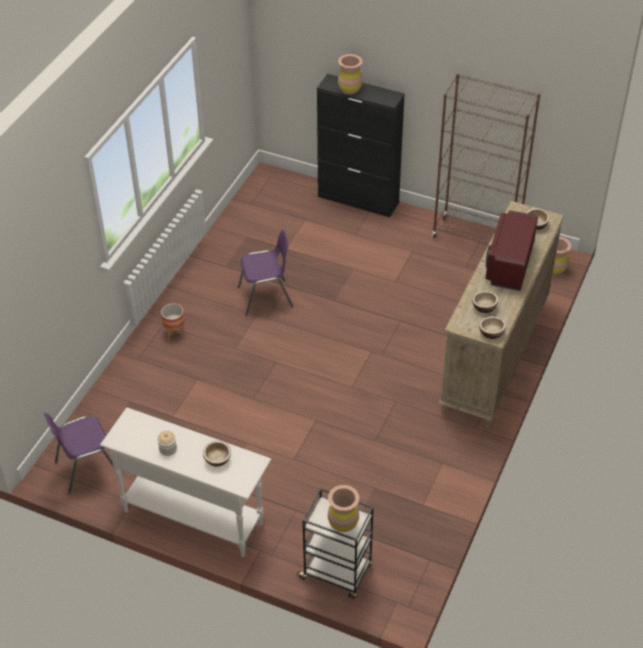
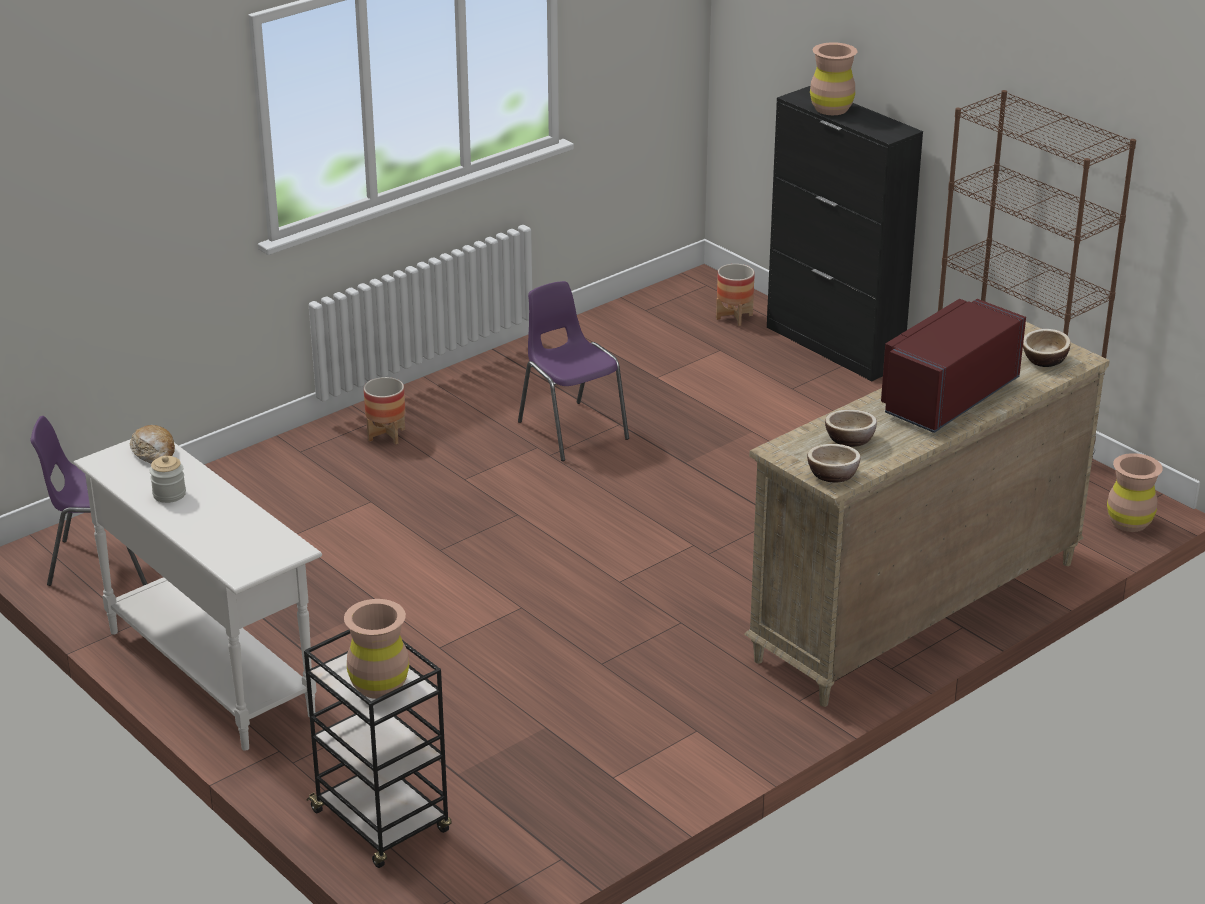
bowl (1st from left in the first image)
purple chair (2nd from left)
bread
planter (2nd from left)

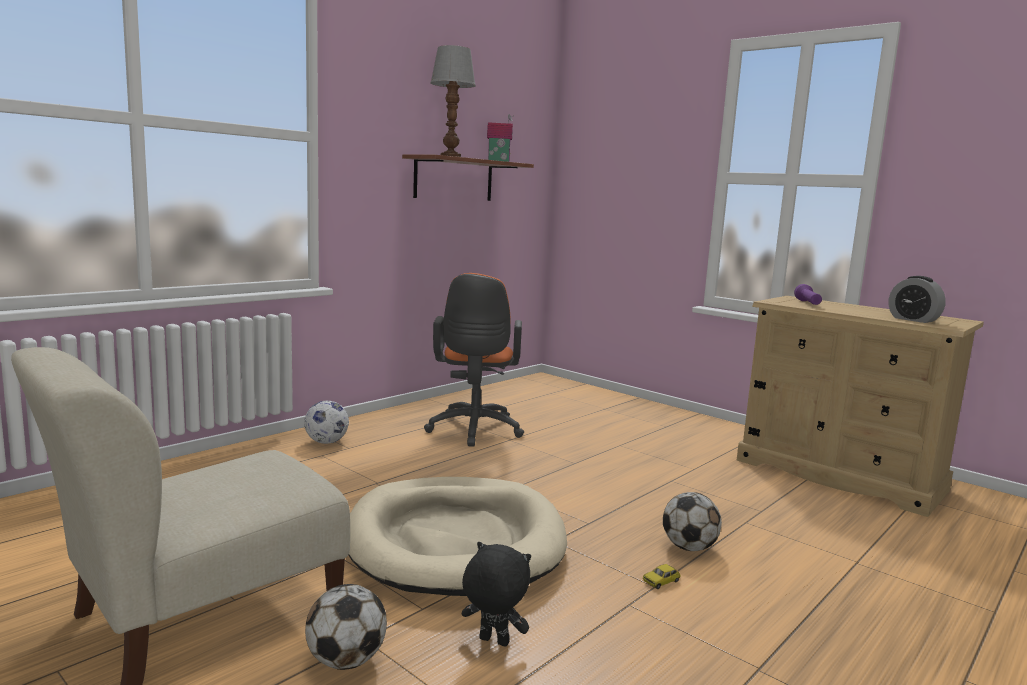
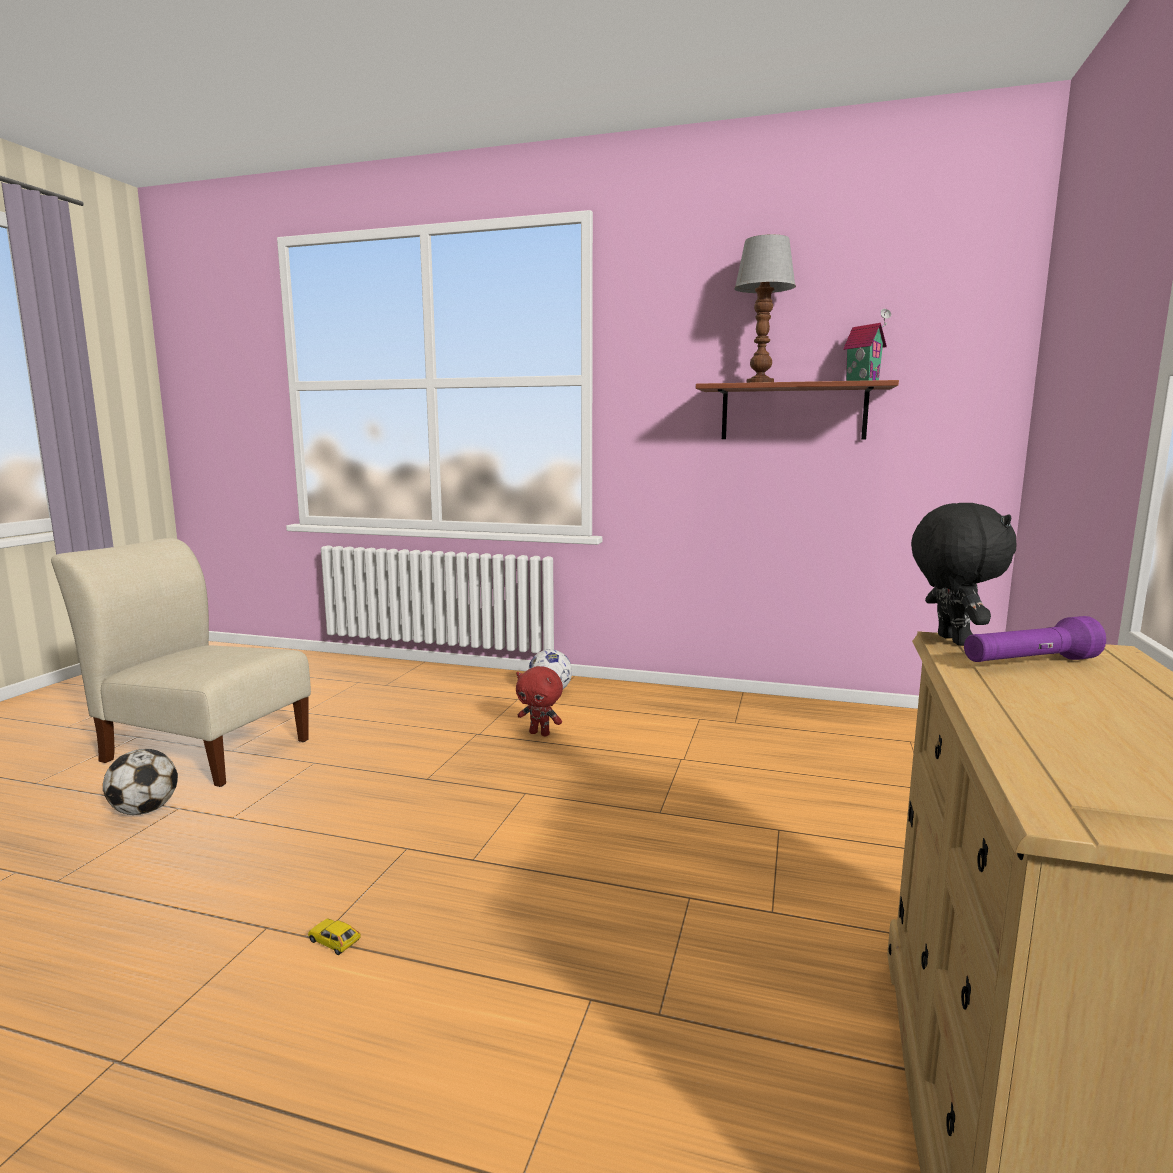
beige dog bed
orange office chair
black plush toy
football (3rd from left in the first image)
alarm clock
red plush toy

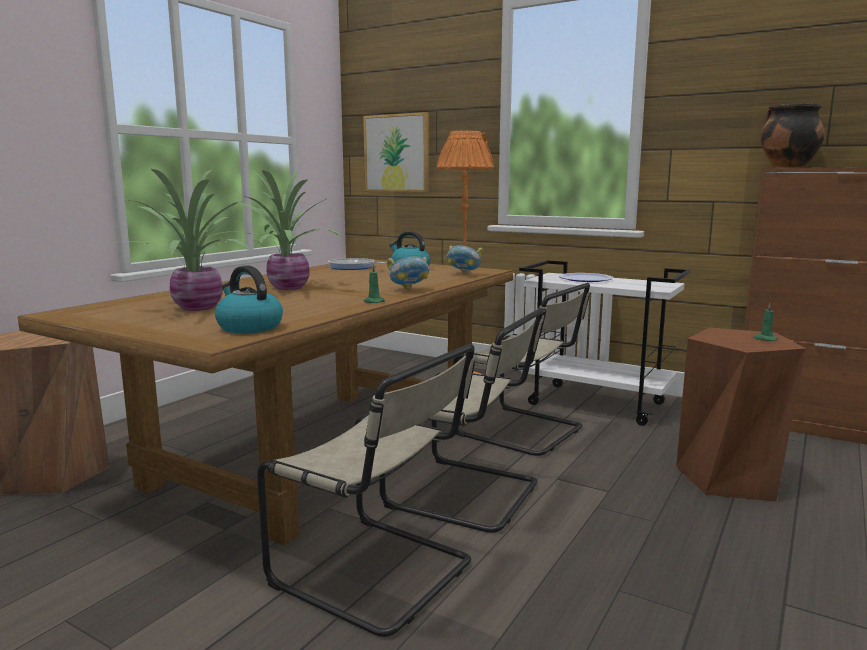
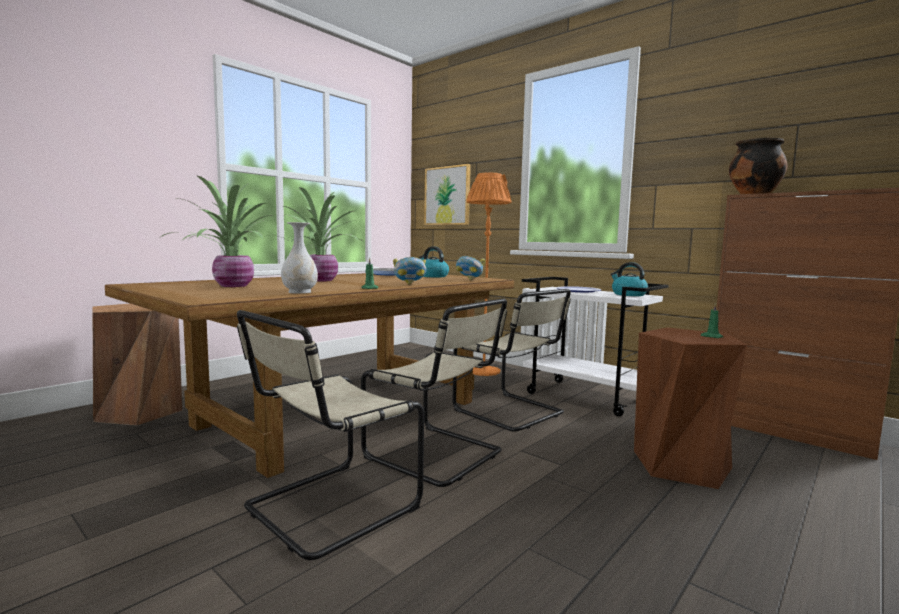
kettle (2nd from left)
beige chair (1st from left)
white vase

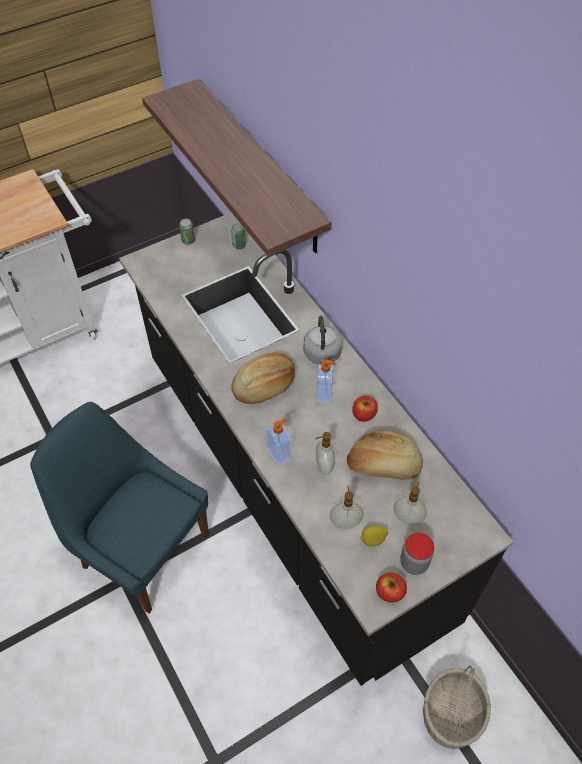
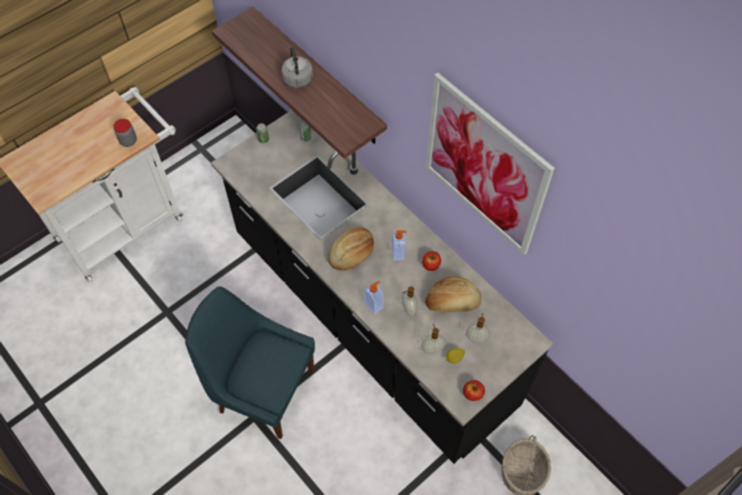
grey kettle
jar
picture

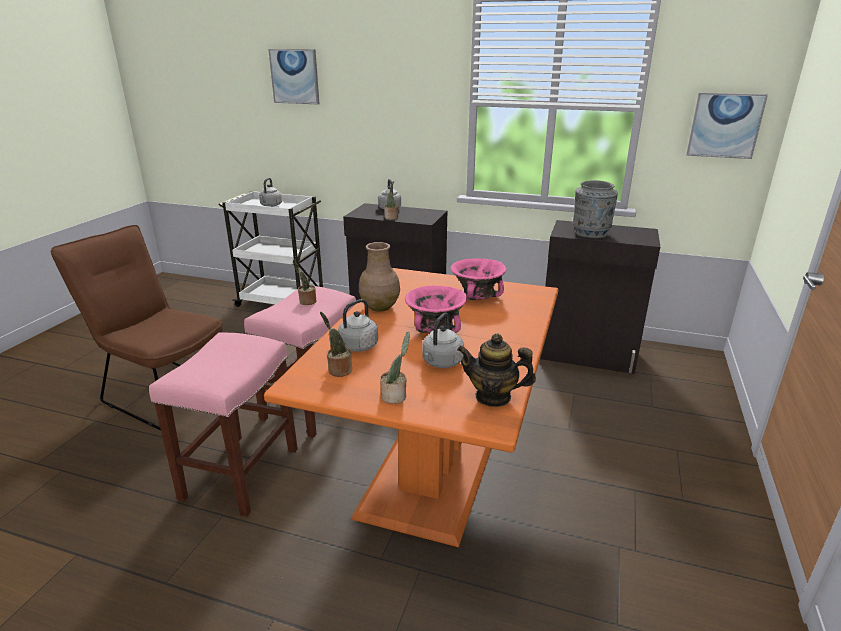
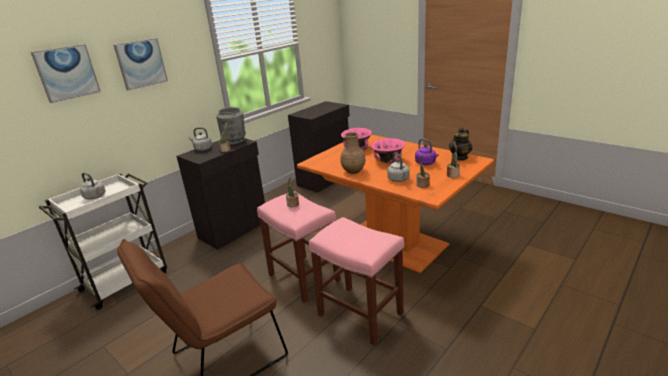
purple kettle
grey vase
picture (2nd from left)

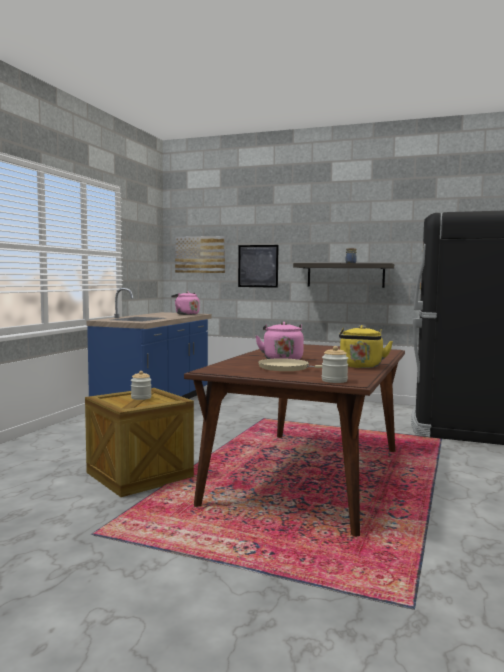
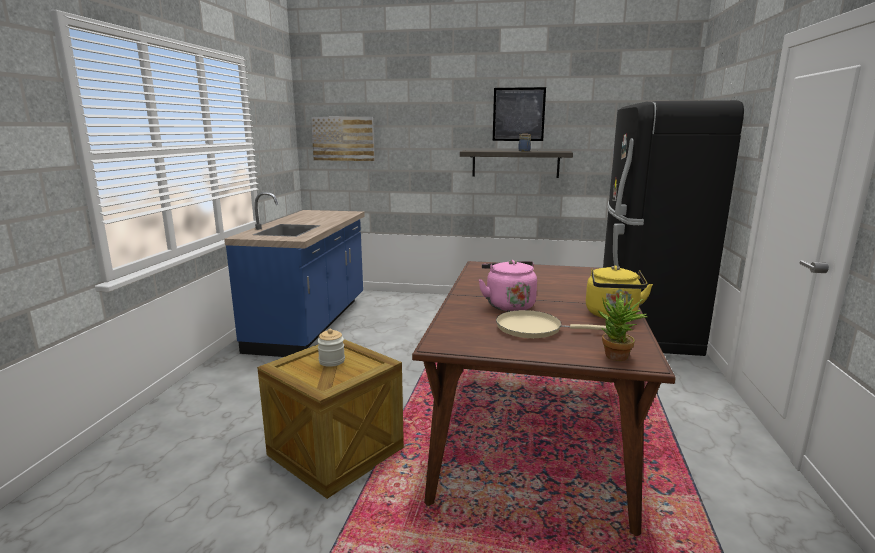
pink kettle (1st from left in the first image)
picture (2nd from left)
potted plant

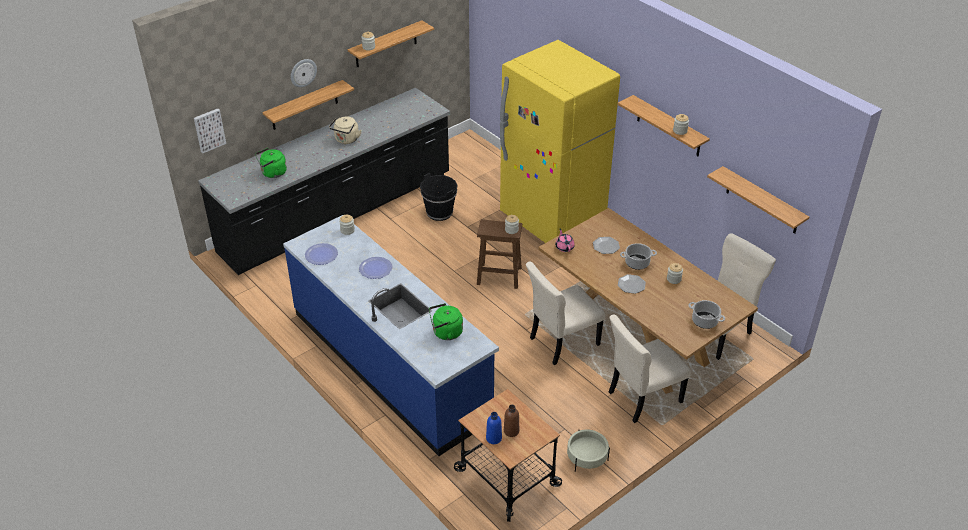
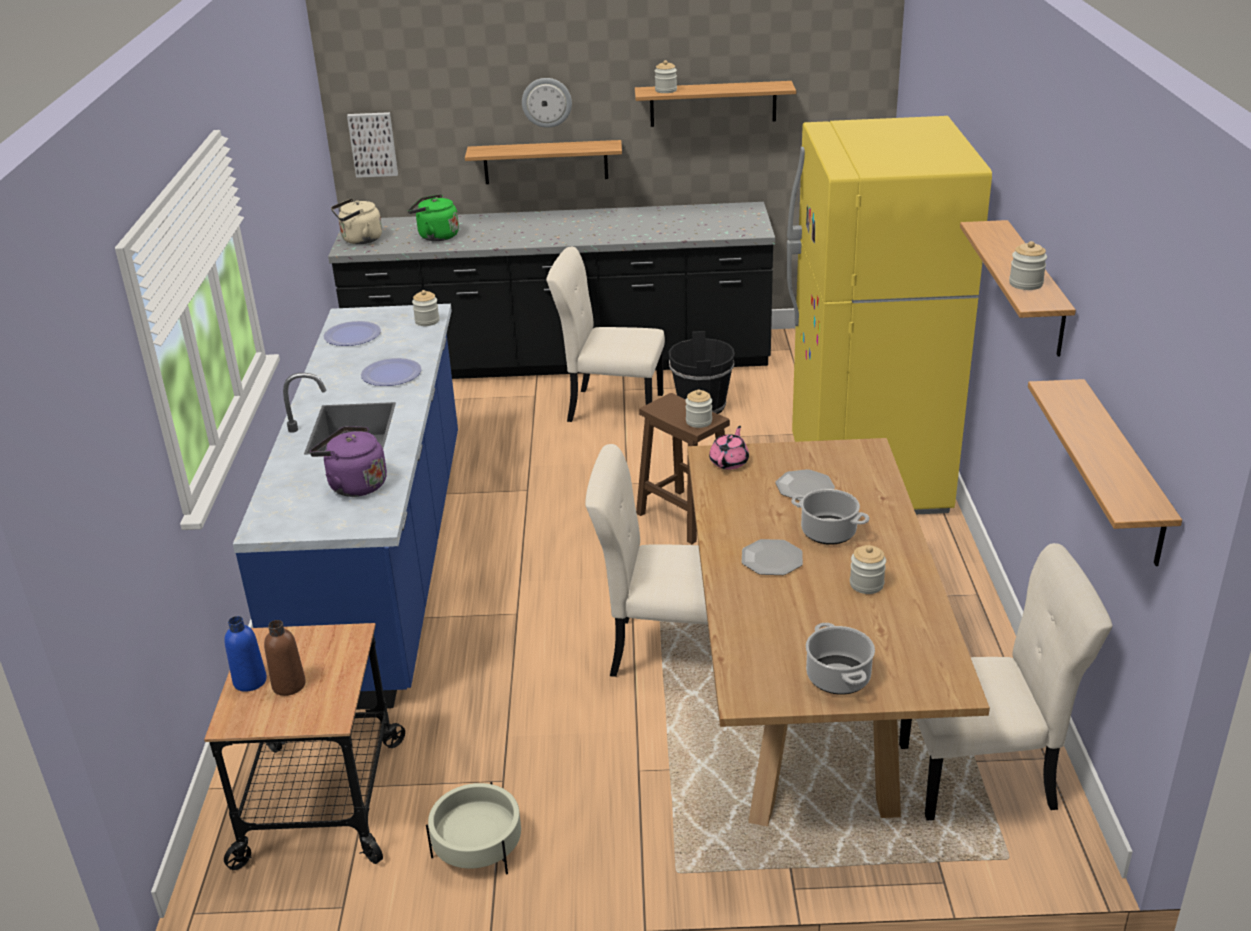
beige kettle
purple kettle
beige chair (1st from left)

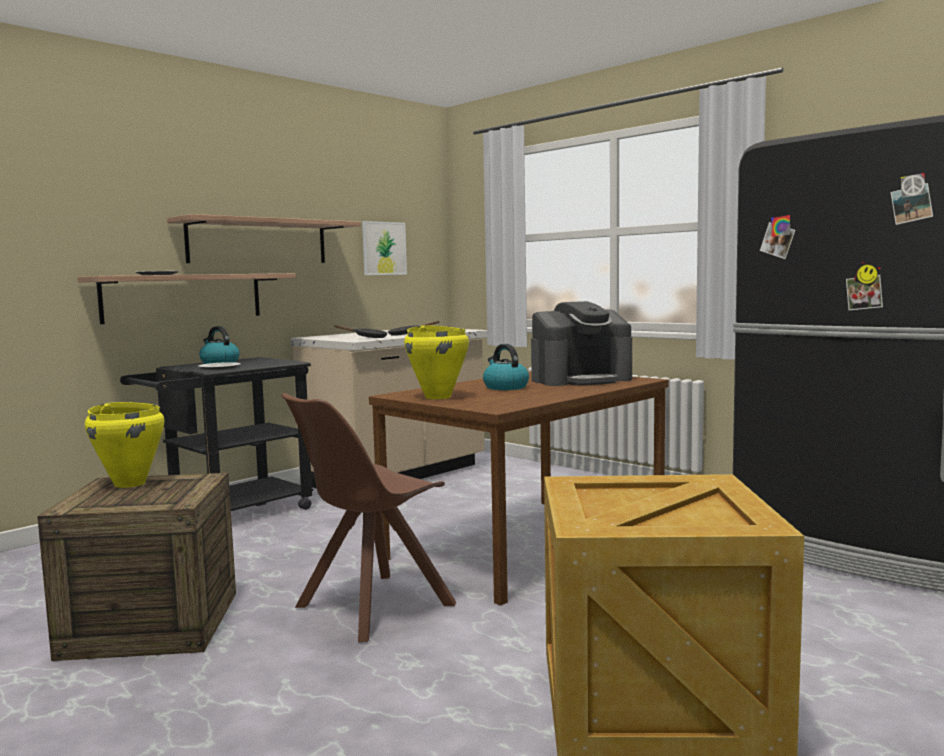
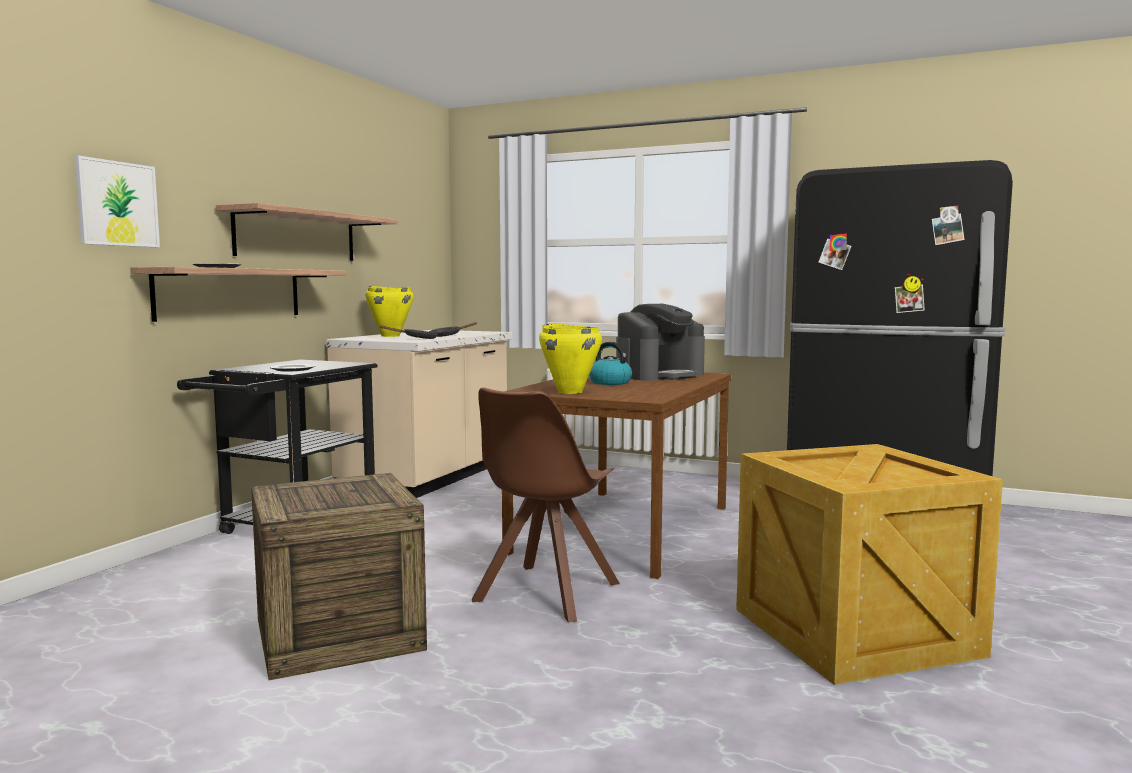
yellow cooking pot (1st from left)
kettle (1st from left in the first image)
picture

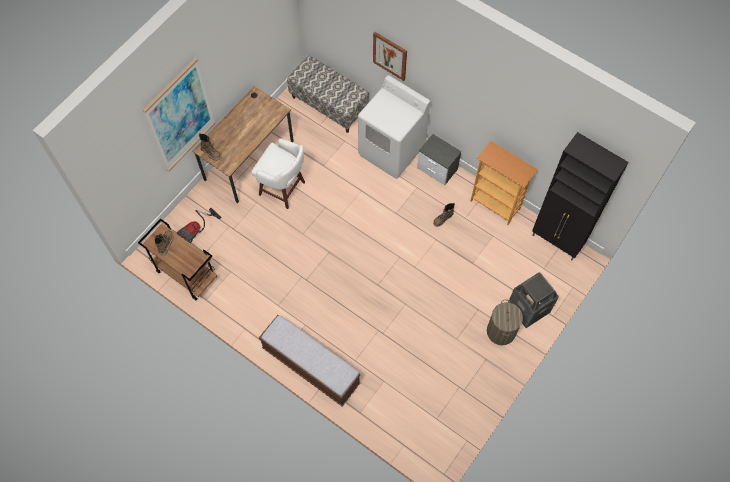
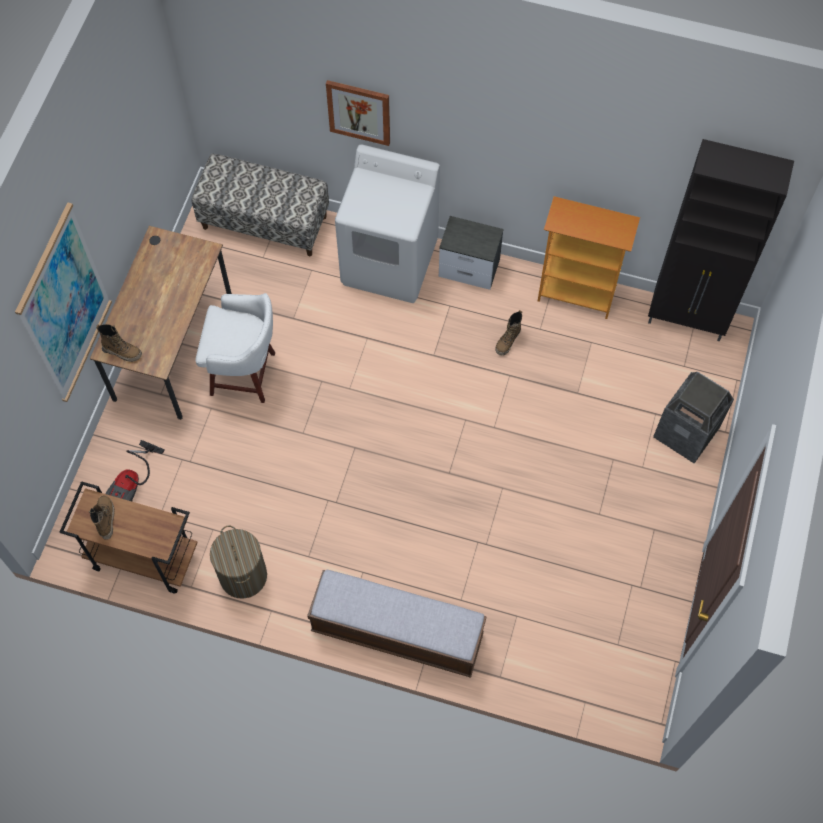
laundry basket

